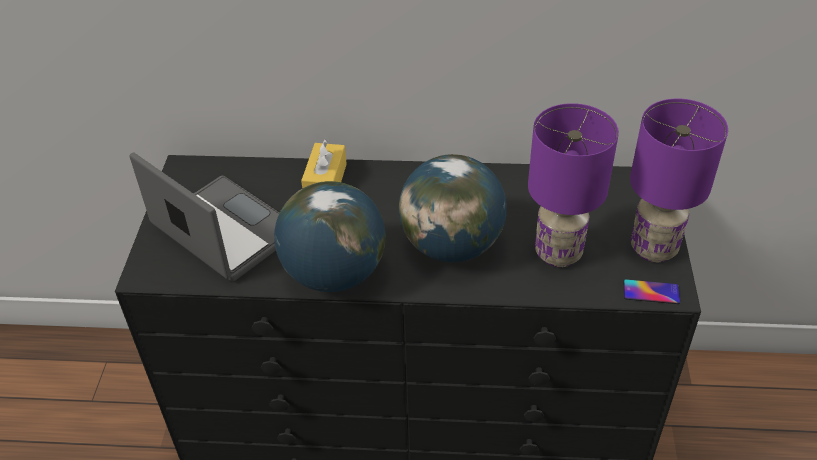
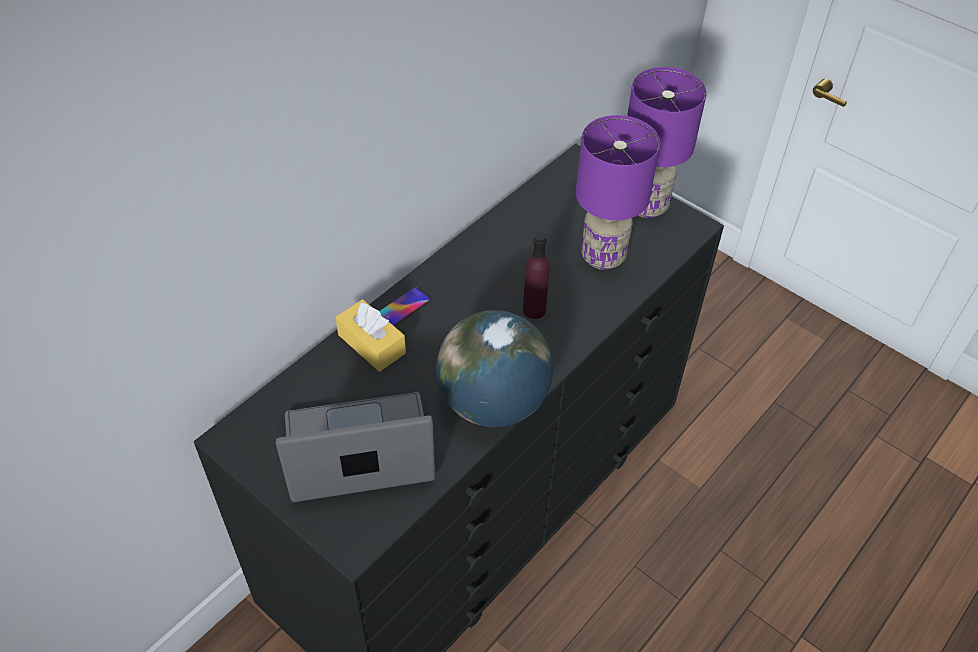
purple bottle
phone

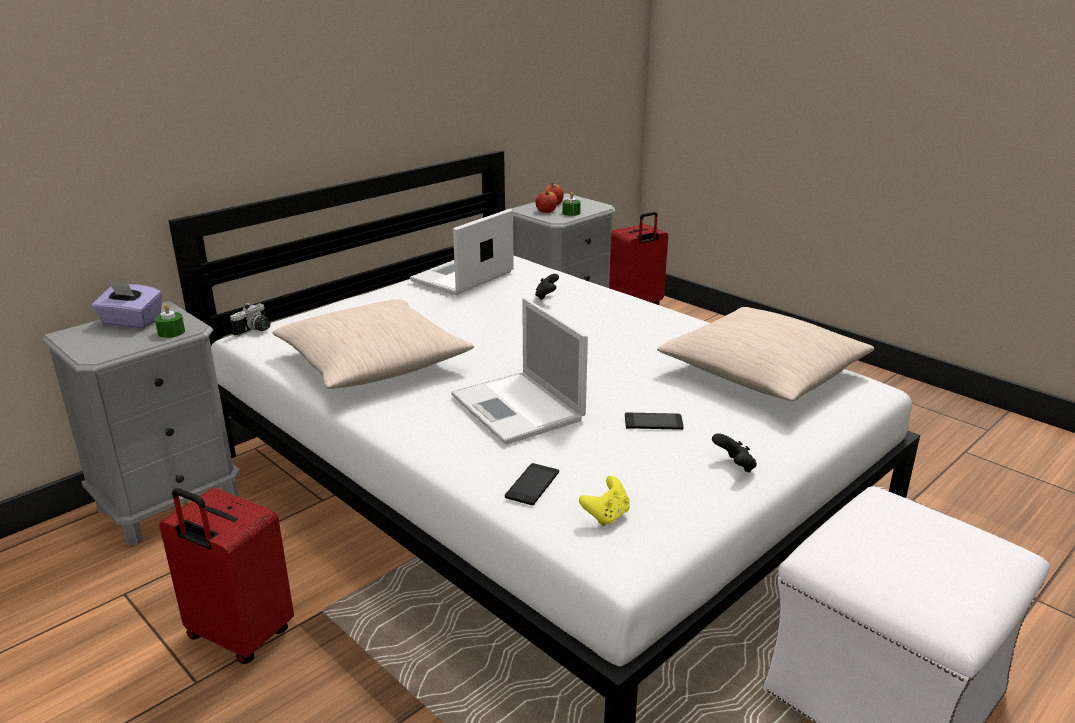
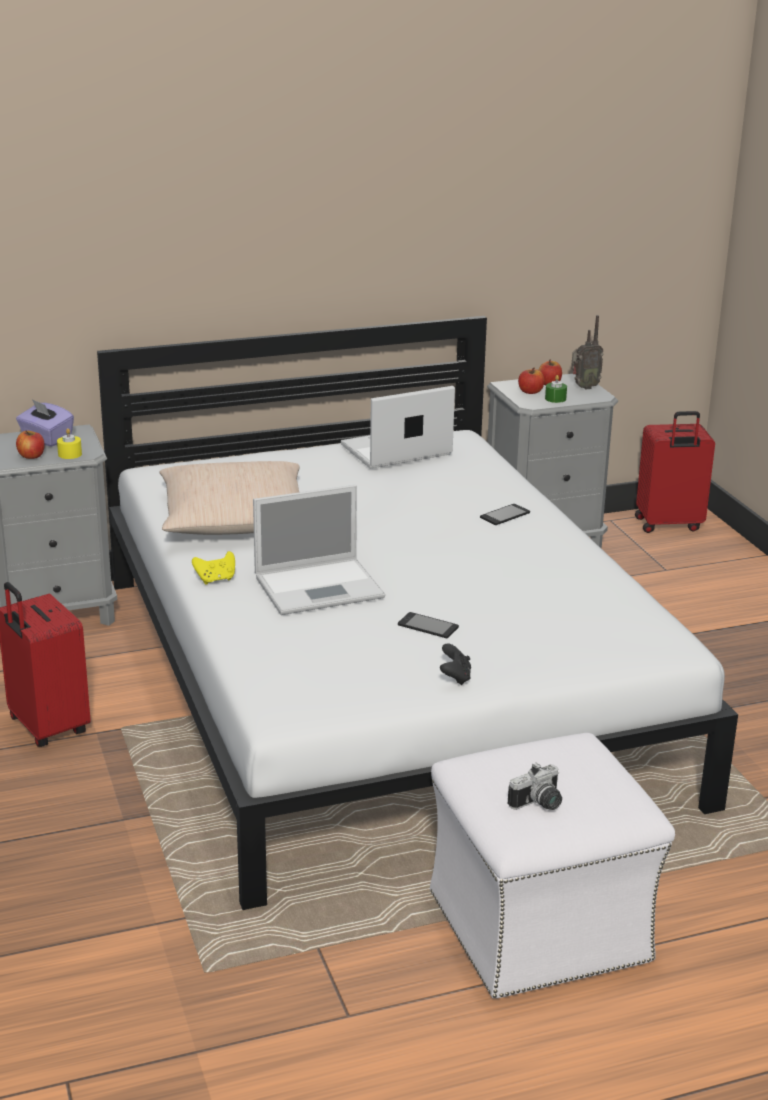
yellow candle
photo camera
laptop (1st from left)
phone (2nd from left)
black game controller (1st from left in the first image)
yellow game controller
beige pillow (2nd from left in the first image)
apple (1st from left)
radio

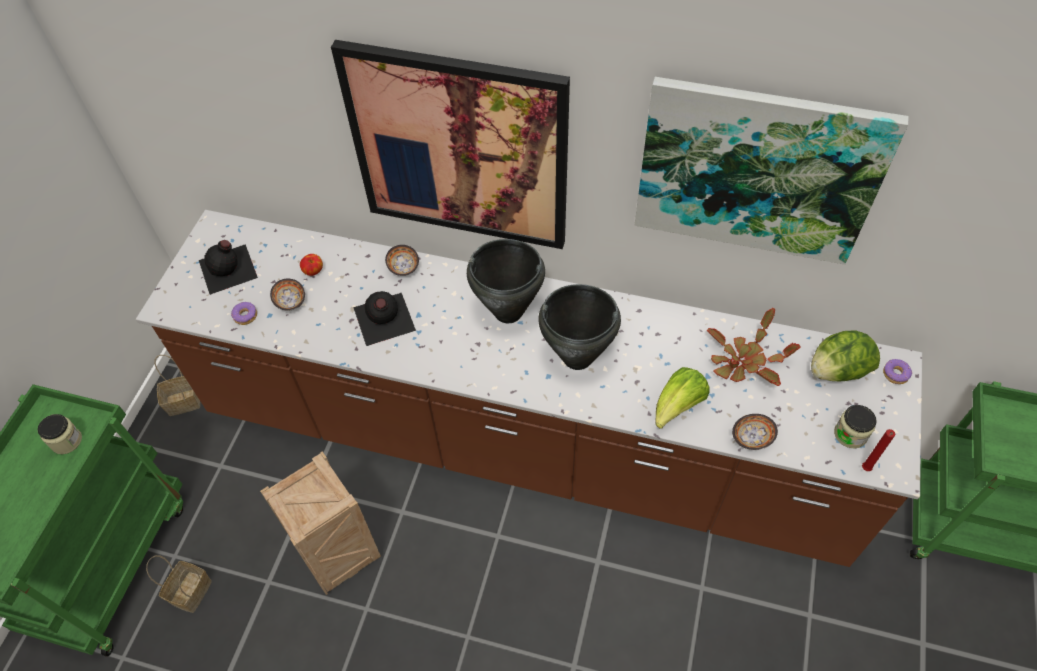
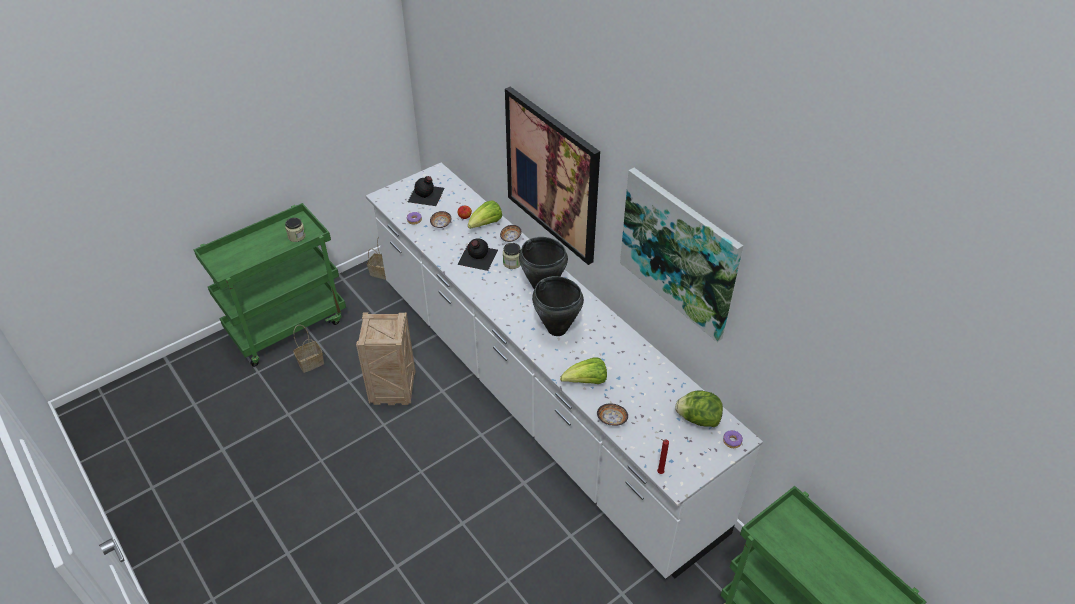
white counter
potted plant
jar (2nd from left)
lettuce (1st from left)

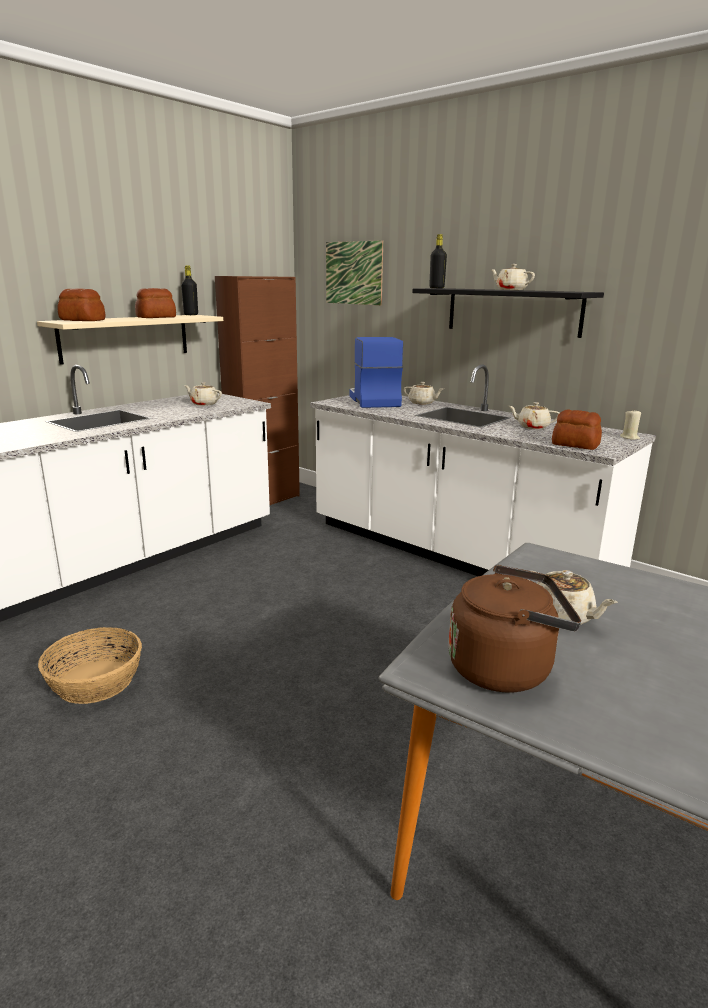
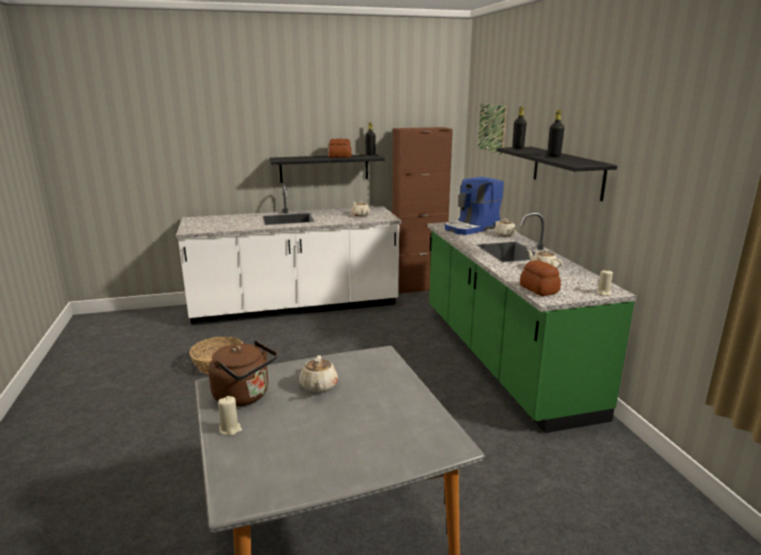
black shelf (1st from left)
bread (1st from left in the first image)
green counter
coffee machine
black bottle (3rd from left)
beige candle (1st from left)

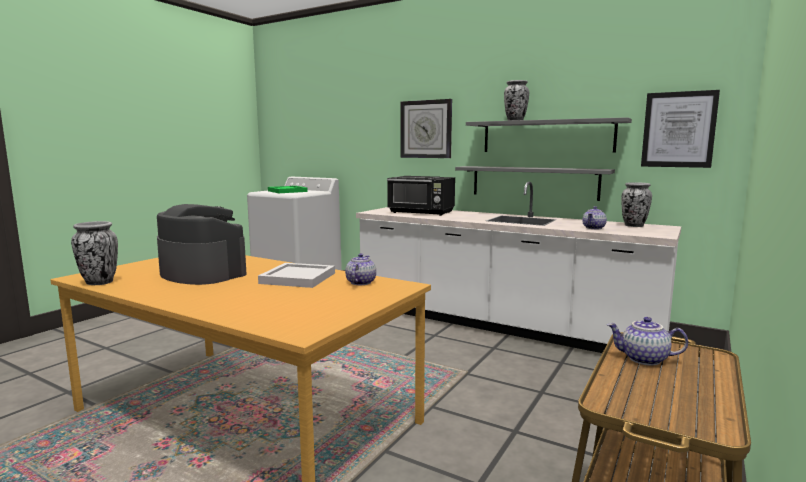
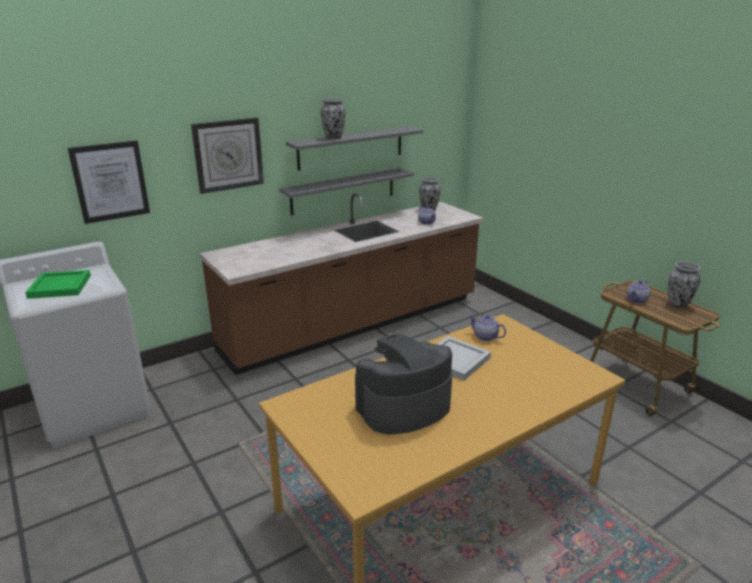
vase (3rd from left)
brown counter
black microwave
picture

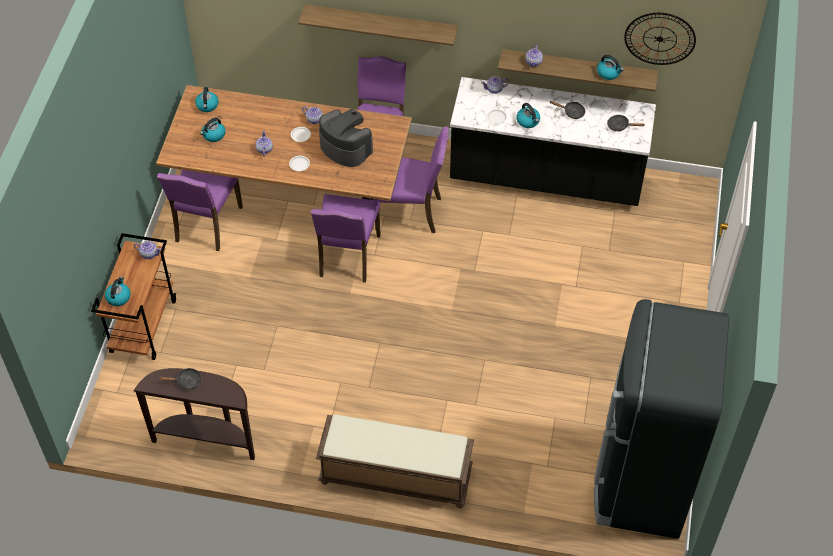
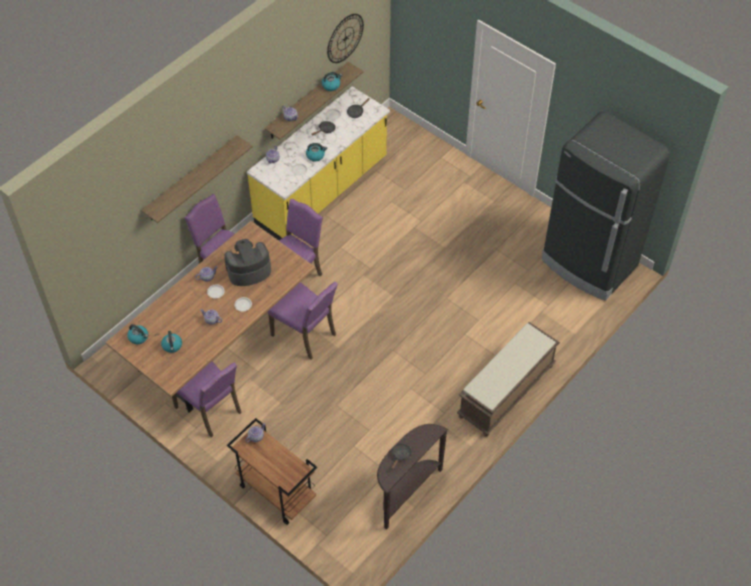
kettle (1st from left in the first image)
yellow counter

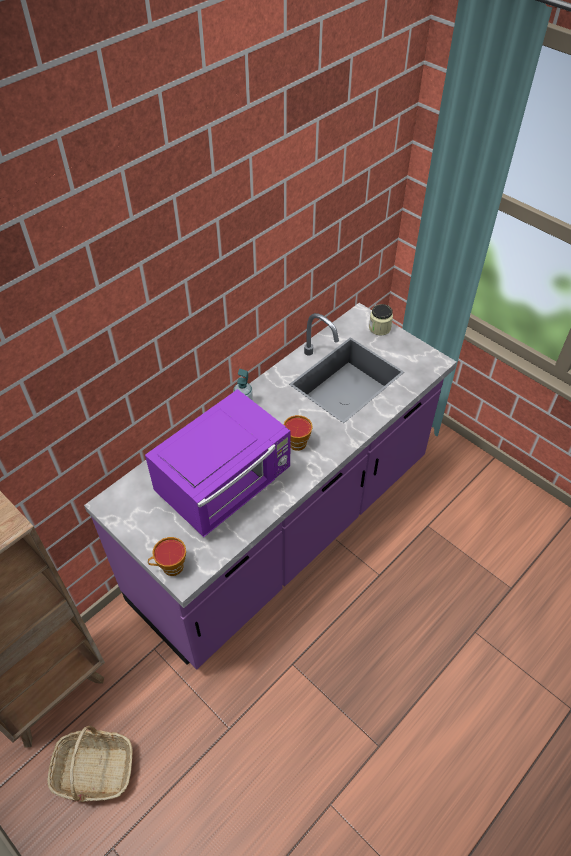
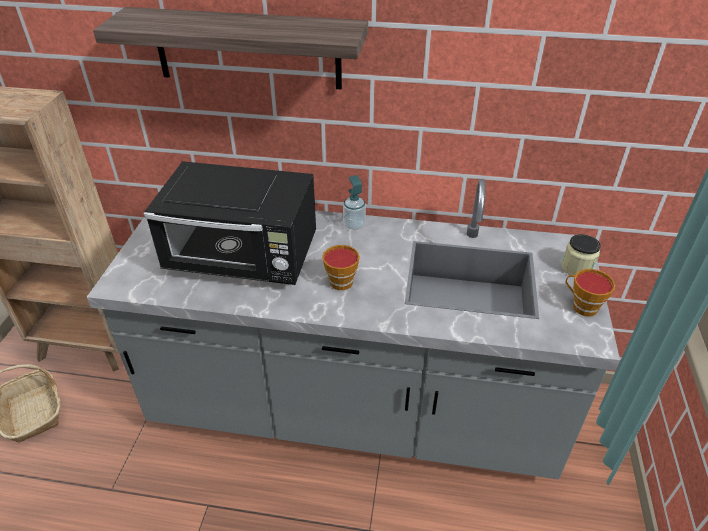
grey counter
black microwave
cup (2nd from left)
shelf

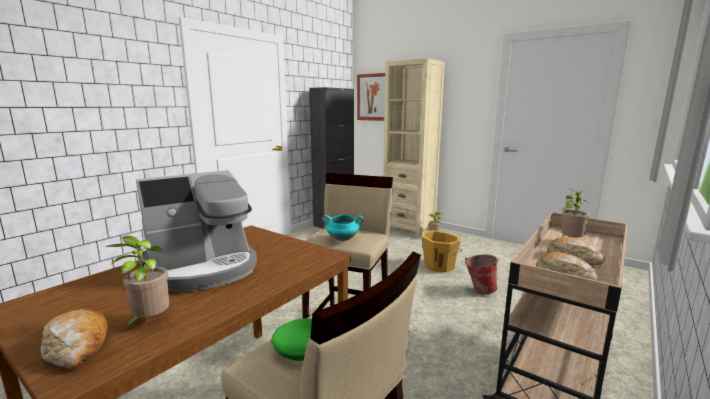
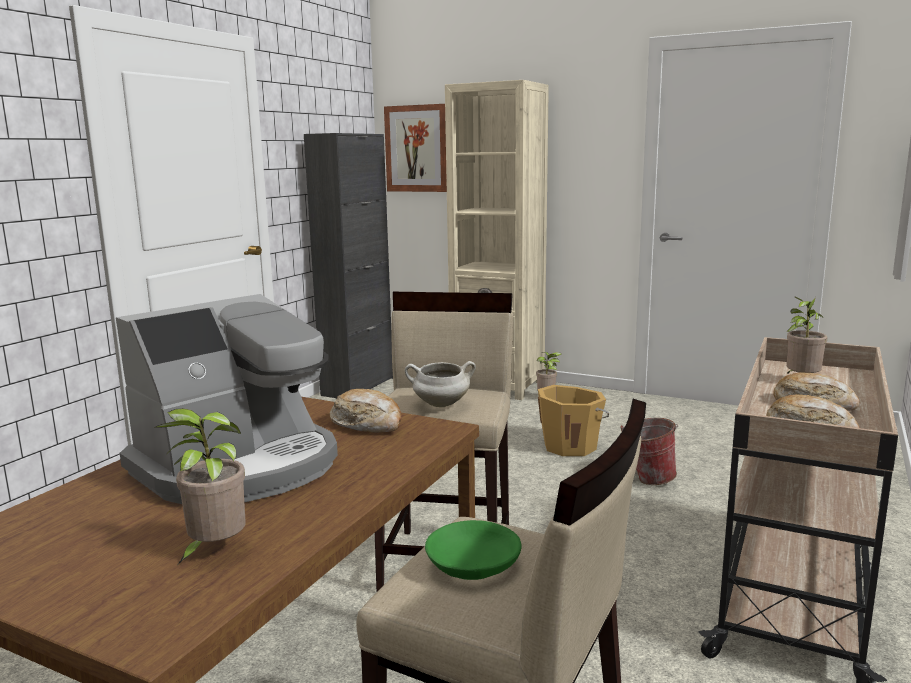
bread (1st from left)
white cooking pot

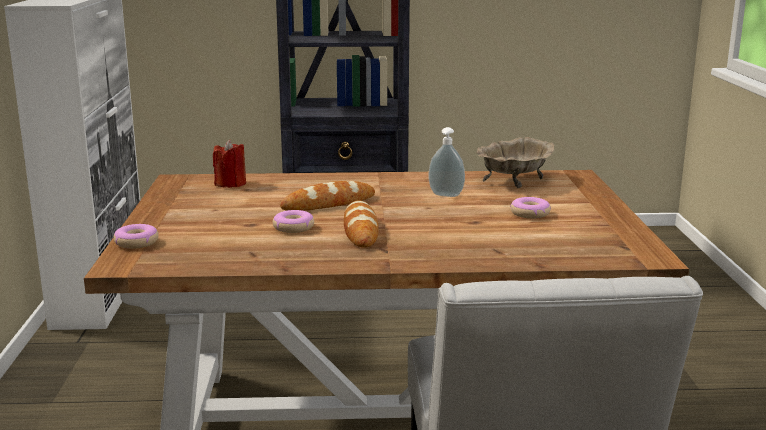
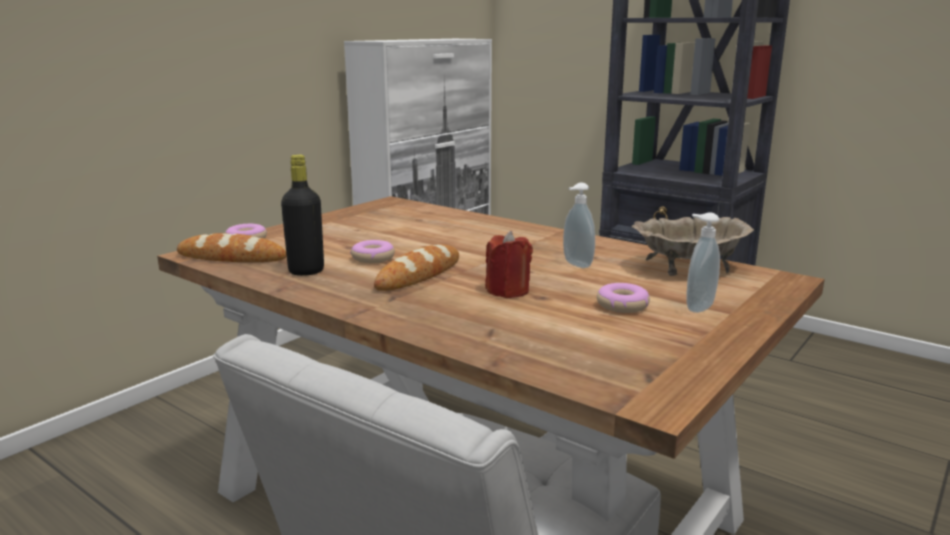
red candle
bread (1st from left)
black bottle
soap dispenser (2nd from left)

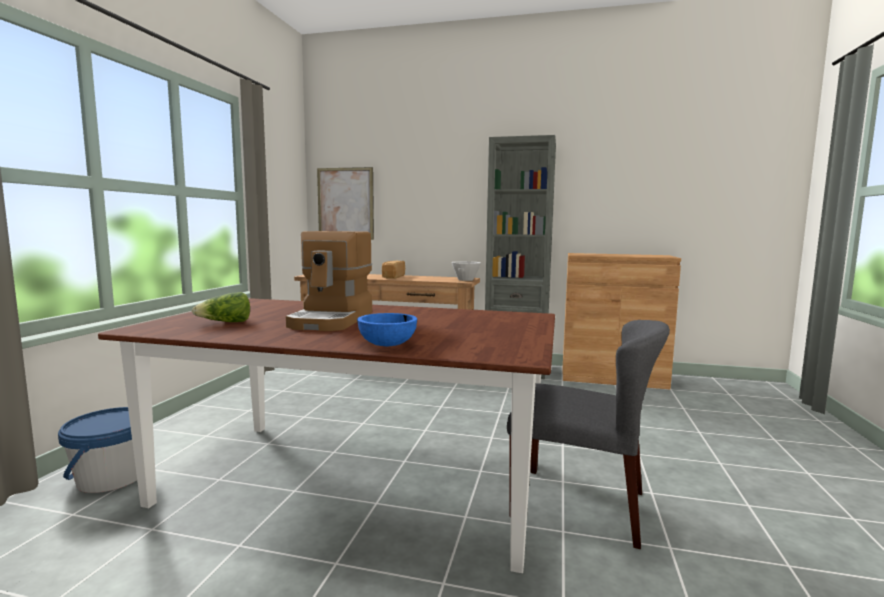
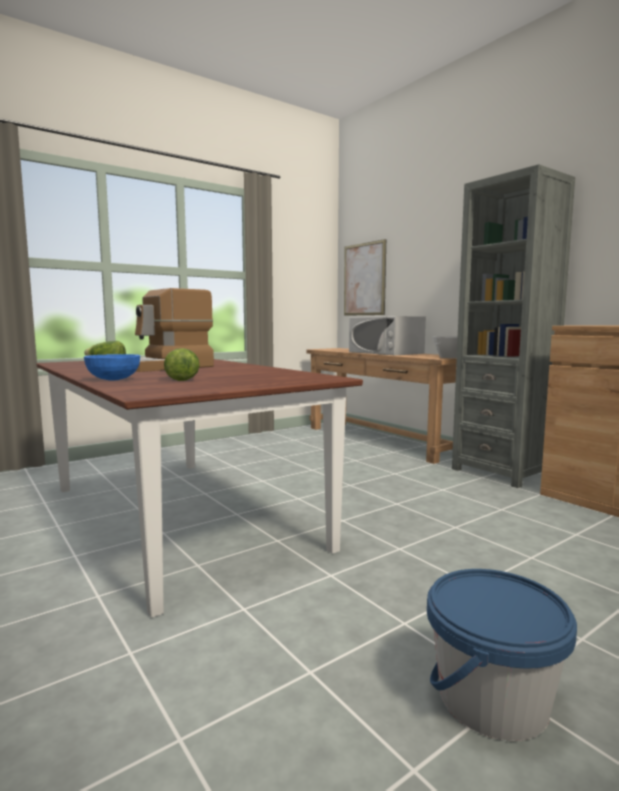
blue bucket
white microwave
grey chair
lettuce (2nd from left)

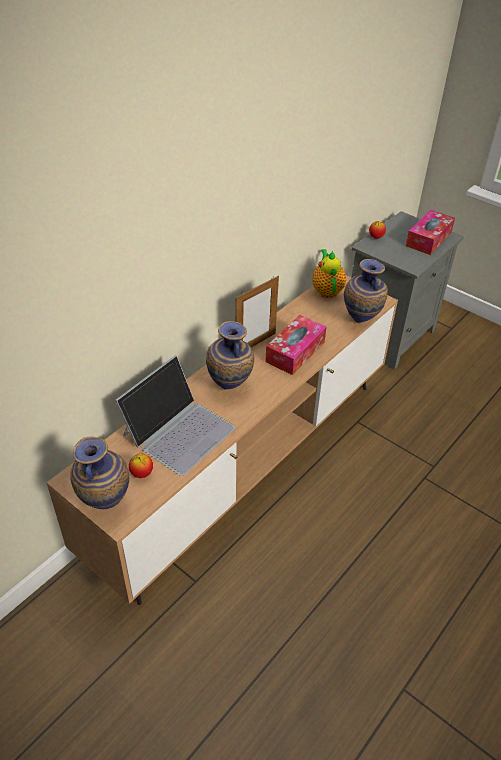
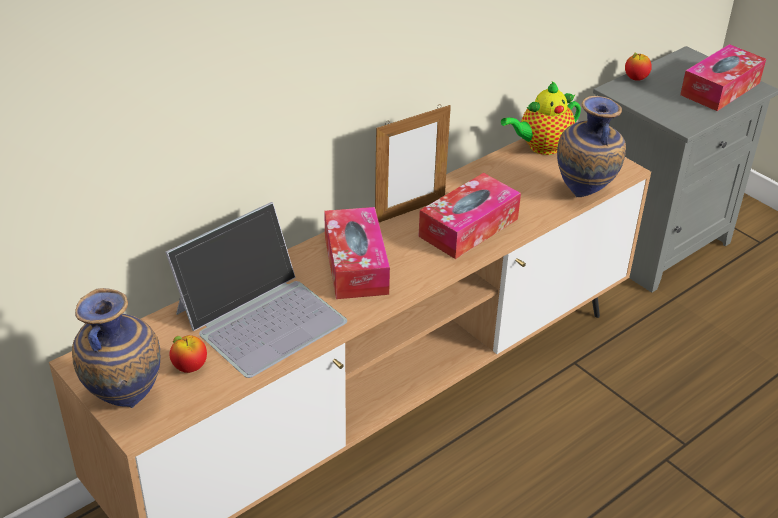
tissue box (1st from left)
teapot

